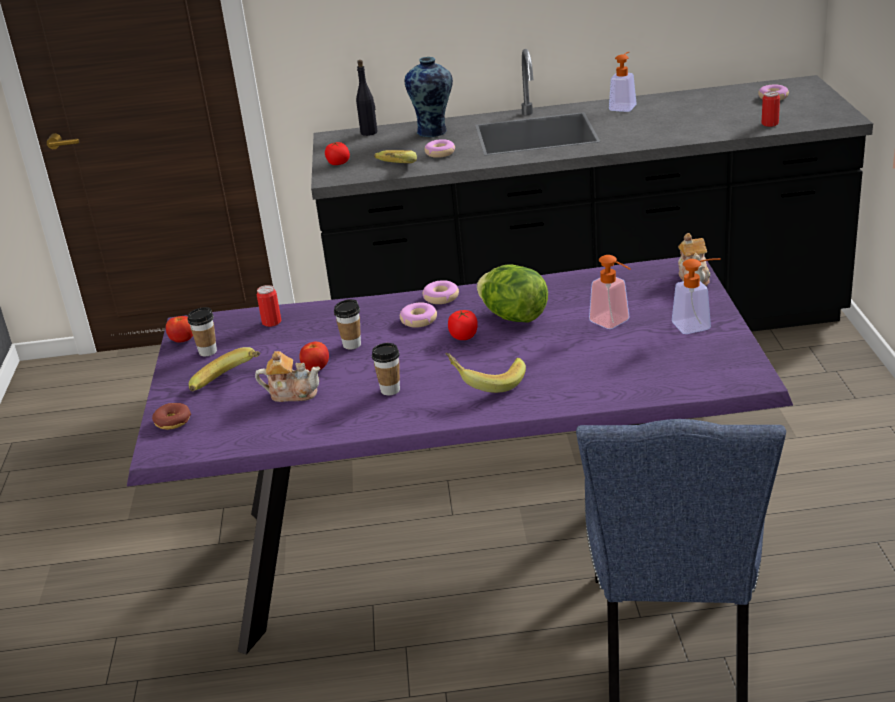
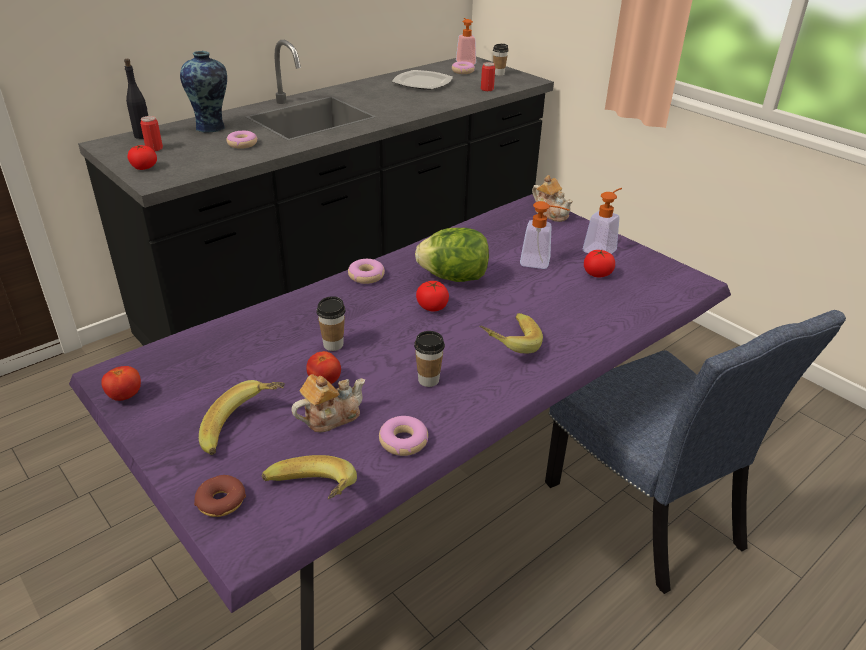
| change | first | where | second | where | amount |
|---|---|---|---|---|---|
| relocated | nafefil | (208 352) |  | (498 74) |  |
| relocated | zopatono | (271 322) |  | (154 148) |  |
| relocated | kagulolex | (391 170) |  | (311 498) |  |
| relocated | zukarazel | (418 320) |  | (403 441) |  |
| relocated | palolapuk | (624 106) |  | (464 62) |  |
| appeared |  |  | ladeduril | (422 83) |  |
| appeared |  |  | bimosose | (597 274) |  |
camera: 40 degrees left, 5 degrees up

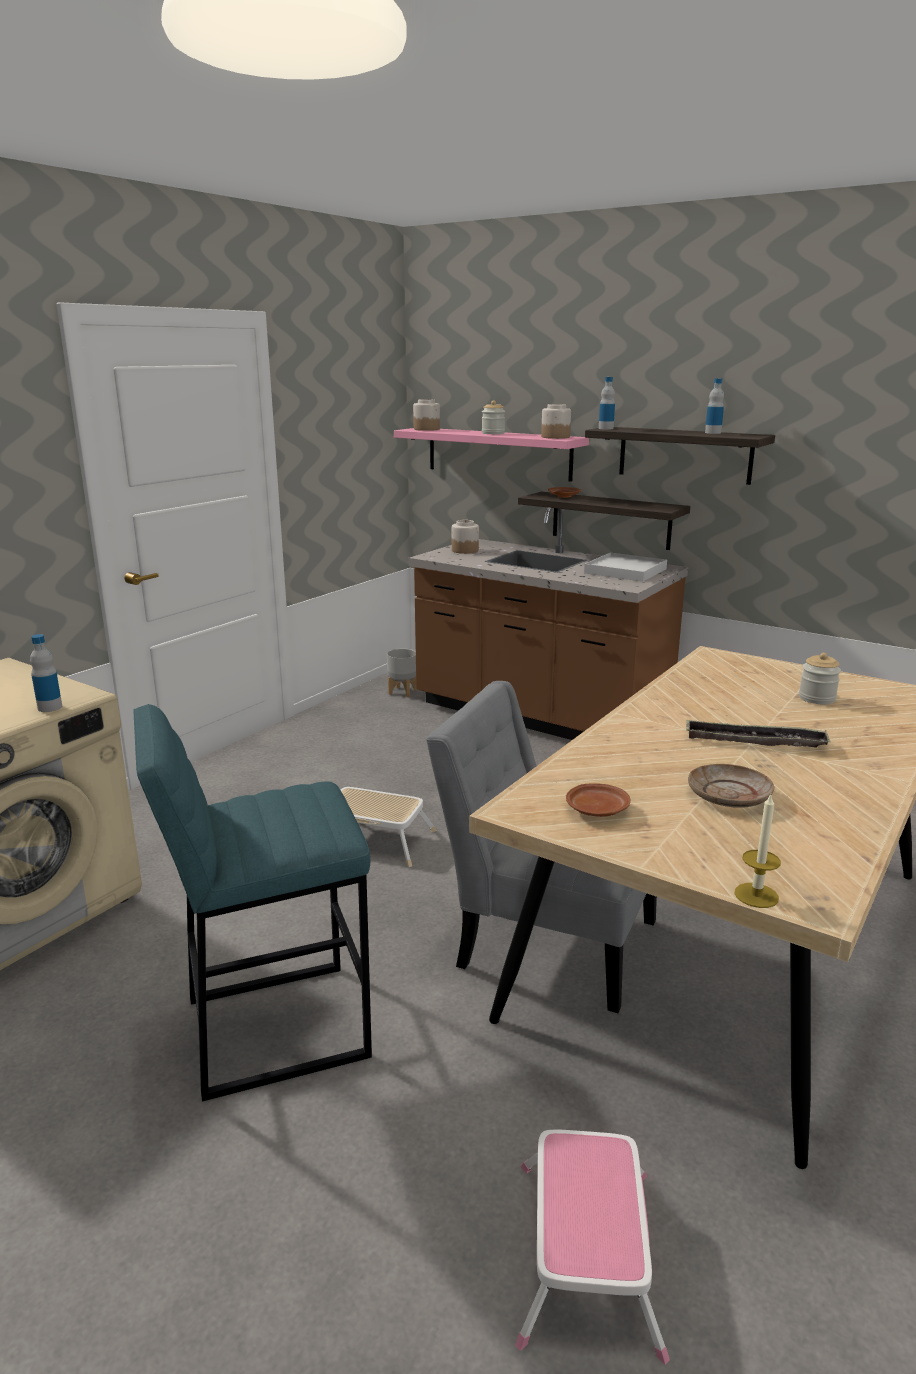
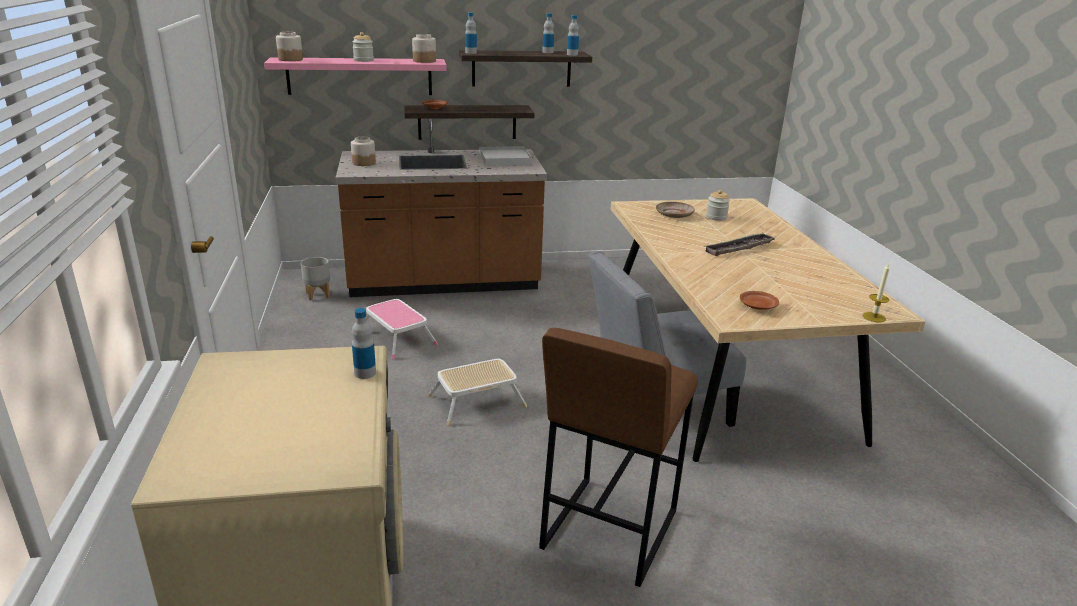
| change | first | where | second | where | amount |
|---|---|---|---|---|---|
| colour | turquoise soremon | (271 1029) | brown soremon | (608 531) |  |
| relocated | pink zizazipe | (588 1253) |  | (397 337) |  |
| relocated | beige ladeduril | (729 796) |  | (674 214) |  |
| appeared |  |  | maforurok | (572 54) |  |
camera: 45 degrees left, 5 degrees up

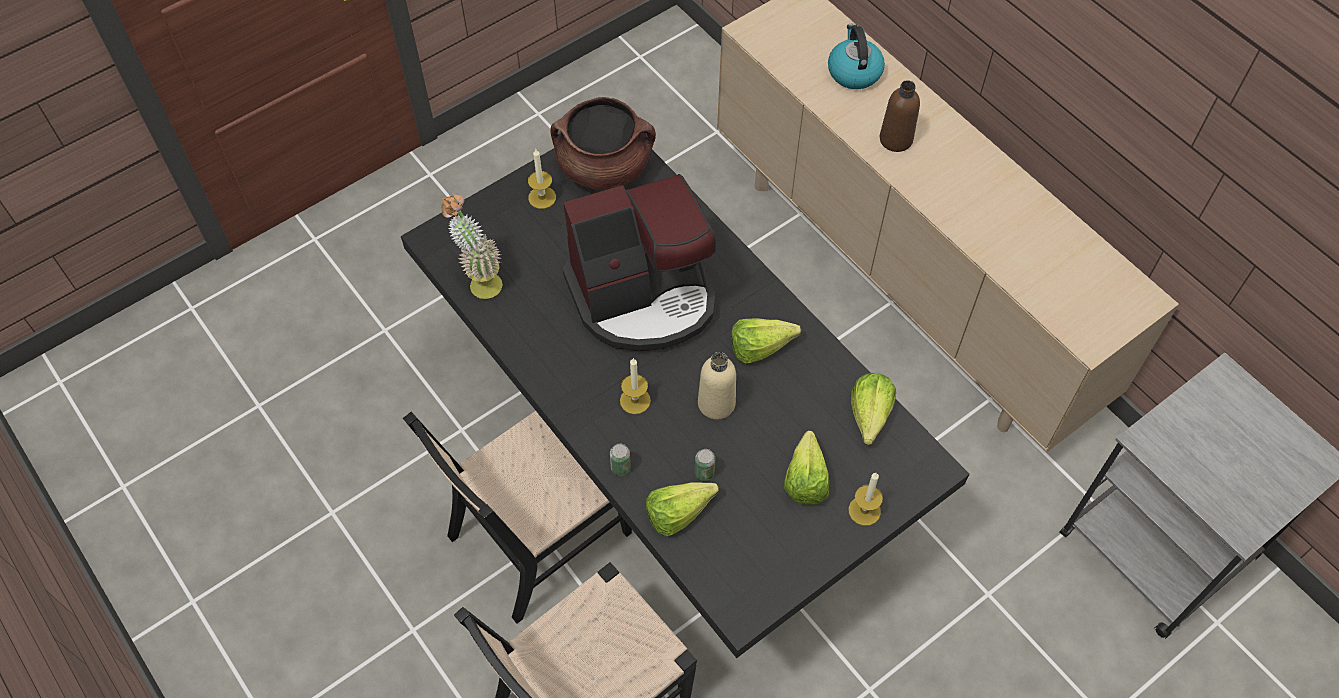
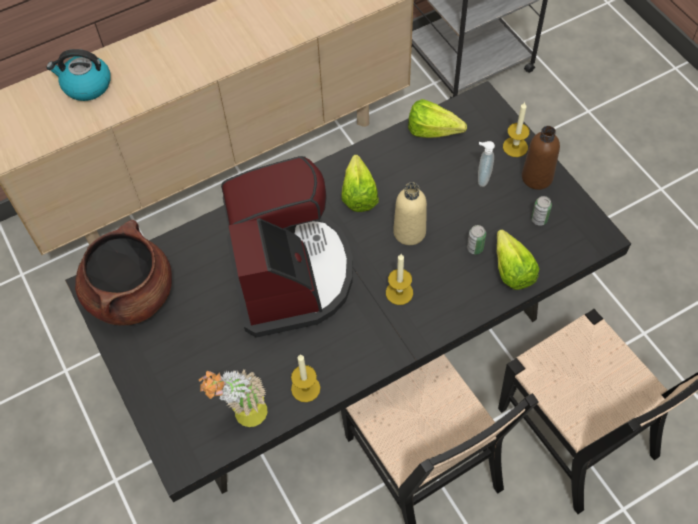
| change | first | where | second | where | amount |
|---|---|---|---|---|---|
| relocated | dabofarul | (542 197) |  | (305 388) |  |
| relocated | zopatono | (620 467) |  | (539 219) |  |
| exchanged | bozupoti | (807 475) | palolapuk | (482 178) |  |
| relocated | brown maforurok | (896 139) |  | (537 177) |  |
camera: 80 degrees left, 0 degrees up

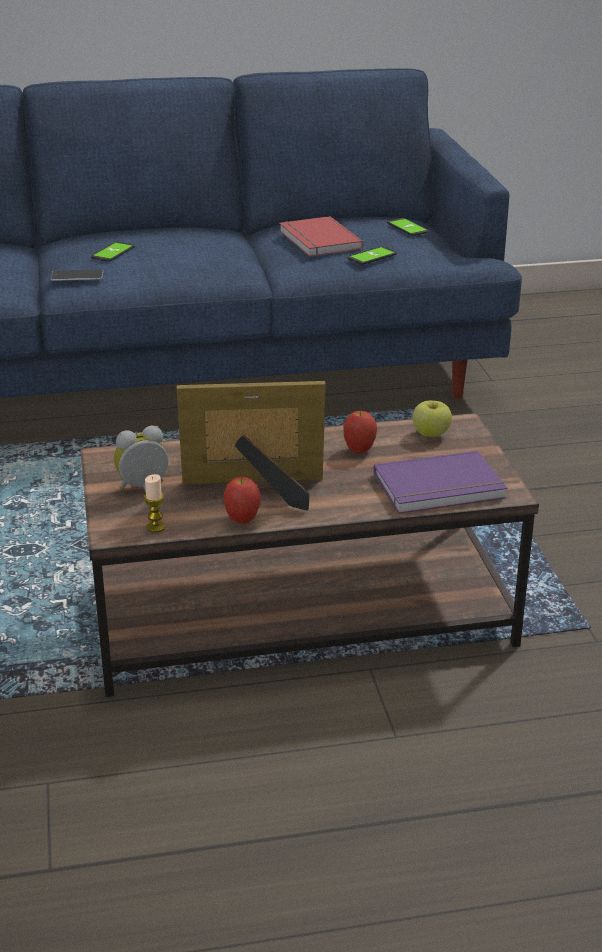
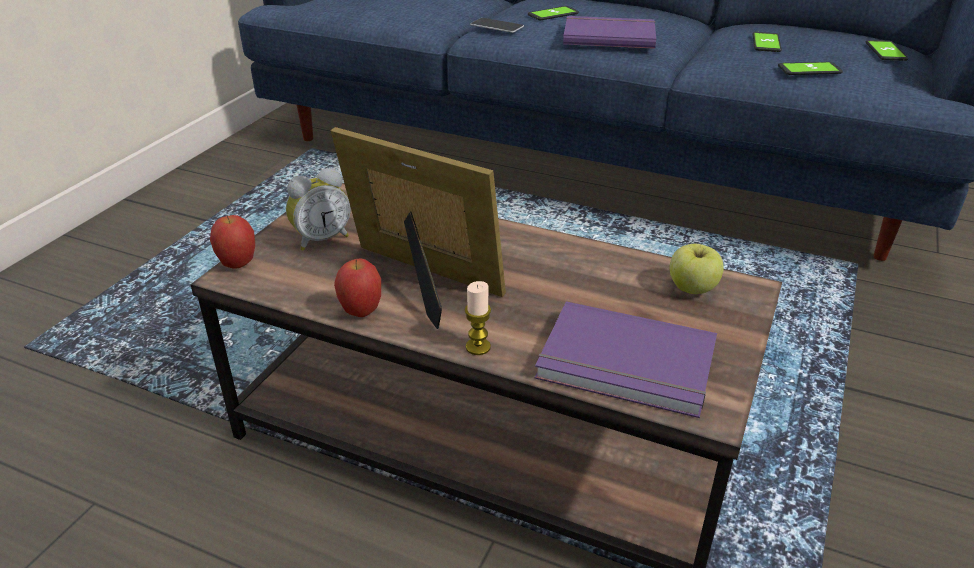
| change | first | where | second | where | amount |
|---|---|---|---|---|---|
| spun | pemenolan | (144 489) |  | (321 239) | 135 degrees clockwise |
| relocated | dabofarul | (156 527) |  | (478 347) |  |
| exchanged | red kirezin | (317 240) | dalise | (766 43) |  |
| relocated | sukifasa | (359 450) |  | (238 264) |  |
| appeared |  |  | purple kirezin | (608 35) |  |
camera: 35 degrees right, 5 degrees up

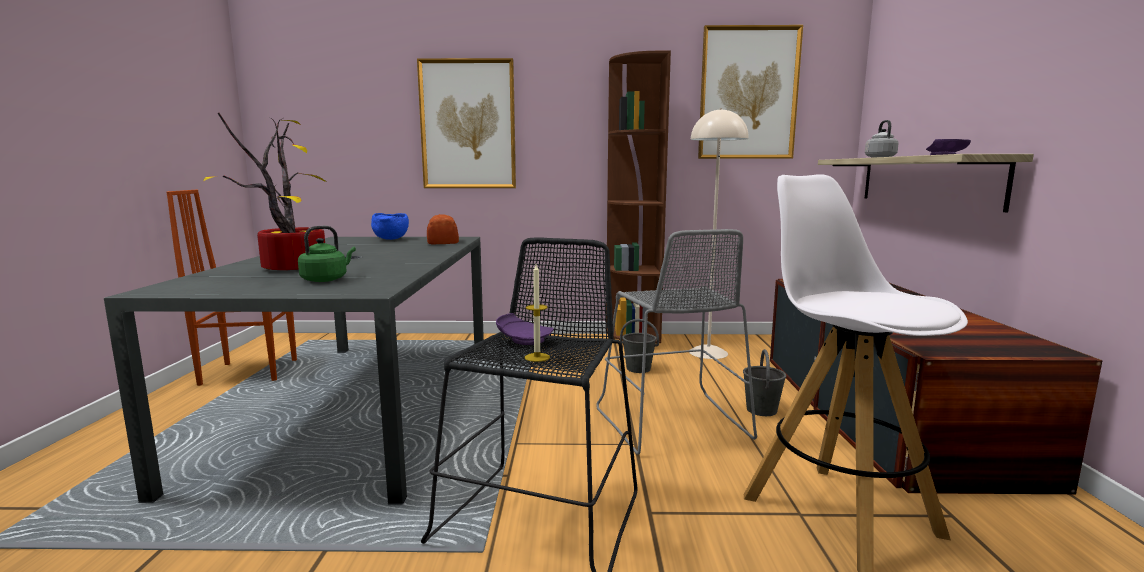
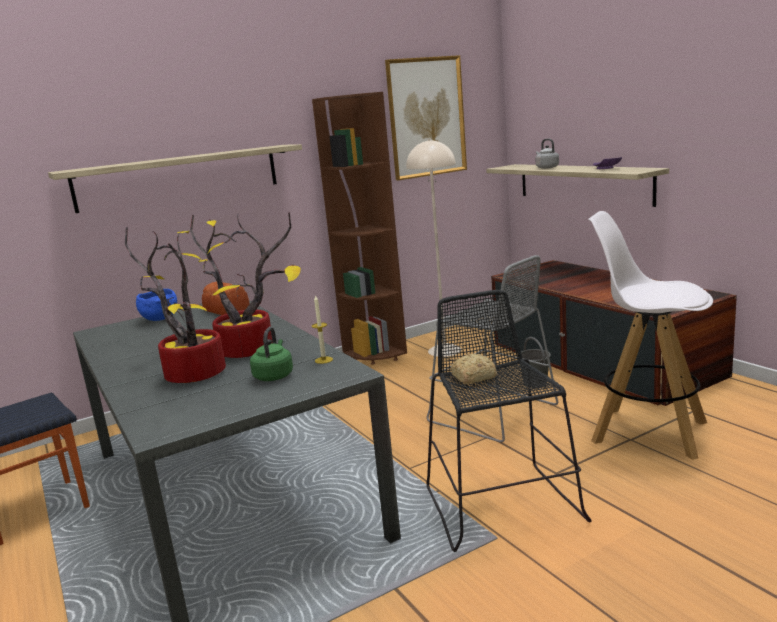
| change | first | where | second | where | amount |
|---|---|---|---|---|---|
| exchanged | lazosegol | (468 125) | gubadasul | (179 177) |  |
| exchanged | purple ladeduril | (524 340) | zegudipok | (472 377) |  |
| relocated | dabofarul | (537 357) |  | (324 360) |  |
| missing | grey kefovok | (639 369) |  |  |  |
| appeared |  |  | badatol | (251 350) |  |
camera: 30 degrees left, 5 degrees up

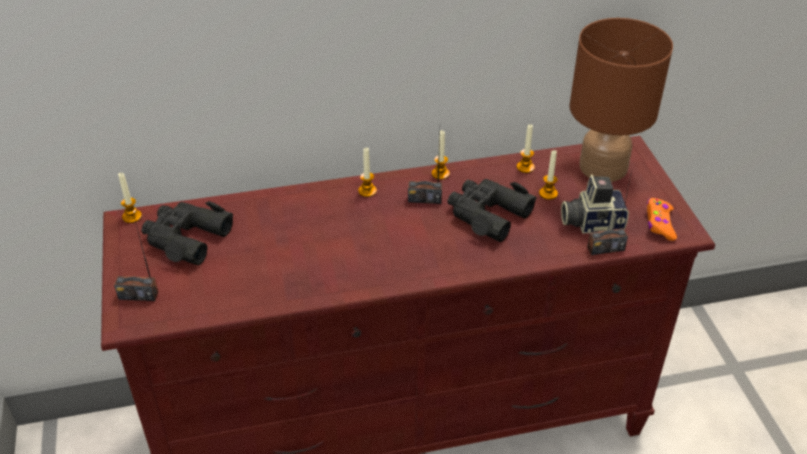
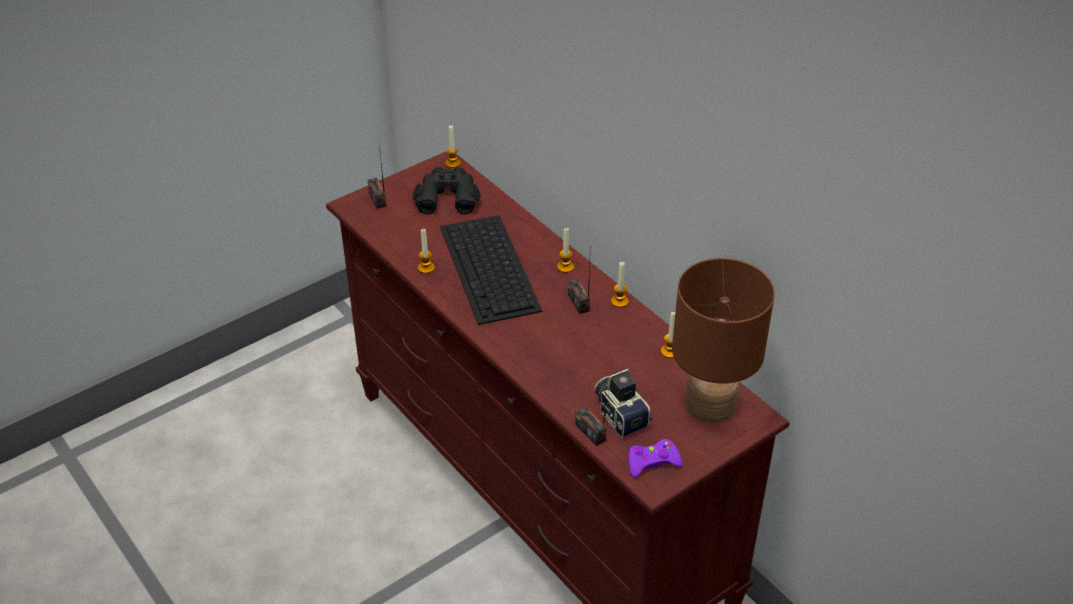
| change | first | where | second | where | amount |
|---|---|---|---|---|---|
| missing | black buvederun | (487 214) |  |  |  |
| relocated | dabofarul | (548 193) |  | (426 268) |  |
| colour | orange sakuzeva | (659 223) | purple sakuzeva | (652 462) |  |
| appeared |  |  | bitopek | (490 269) |  |
camera: 65 degrees right, 0 degrees up

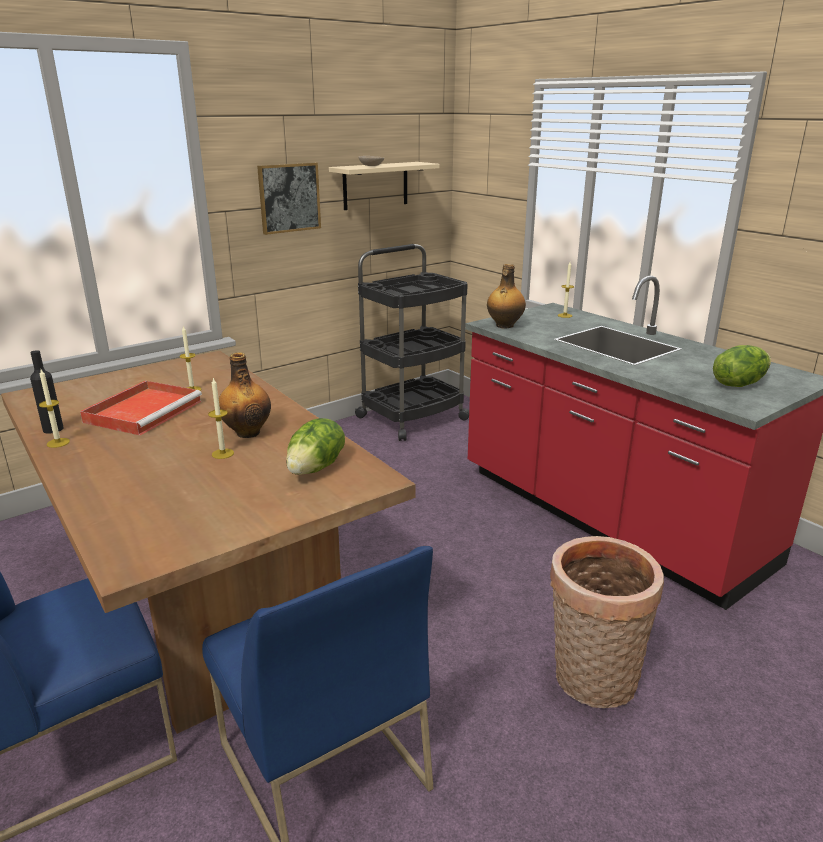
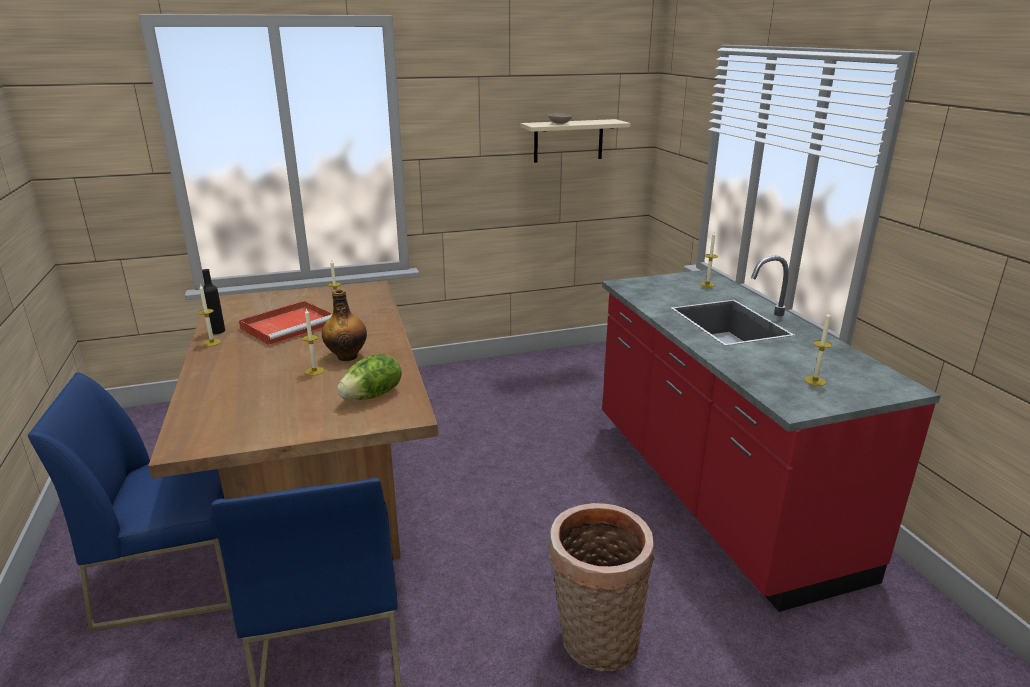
| change | first | where | second | where | amount |
|---|---|---|---|---|---|
| missing | lazosegol | (289 198) |  |  |  |
| missing | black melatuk | (413 418) |  |  |  |
| missing | maforurok | (504 326) |  |  |  |
| exchanged | bozupoti | (738 383) | dabofarul | (815 381) |  |
camera: 20 degrees right, 0 degrees up

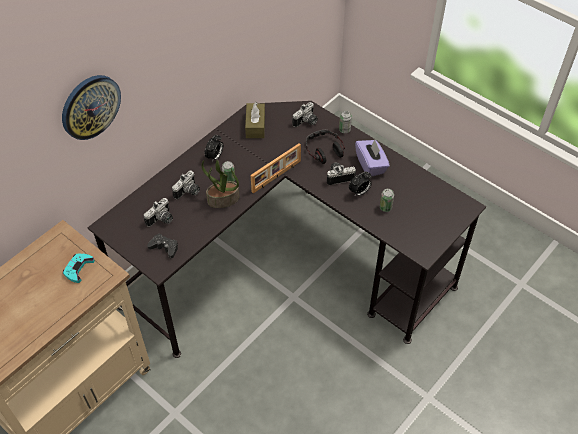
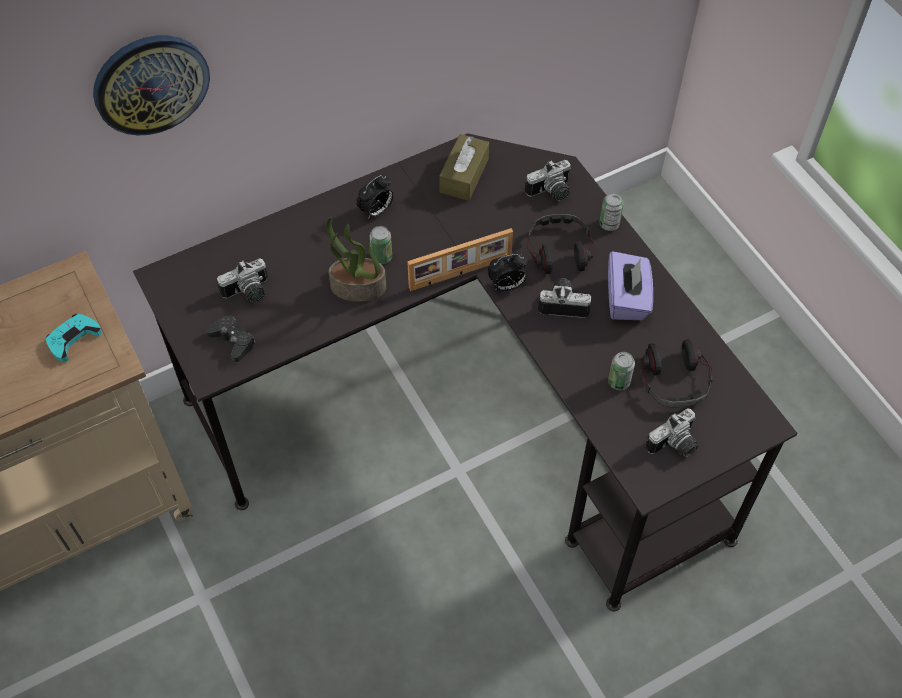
| change | first | where | second | where | amount |
|---|---|---|---|---|---|
| relocated | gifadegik | (189 192) |  | (675 446) |  |
| relocated | pemenolan | (359 192) |  | (506 286) |  |
| appeared |  |  | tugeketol | (675 380) |  |
camera: 20 degrees right, 5 degrees up

